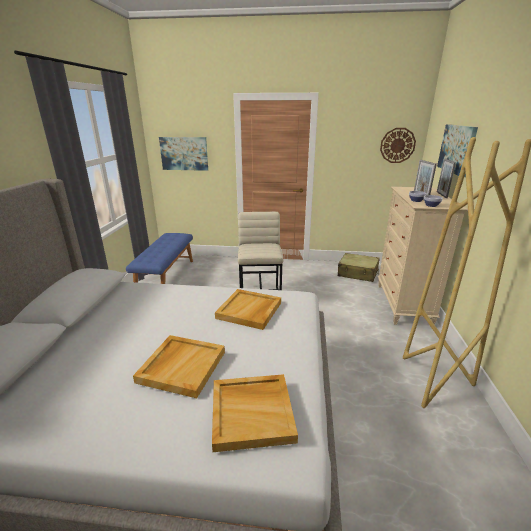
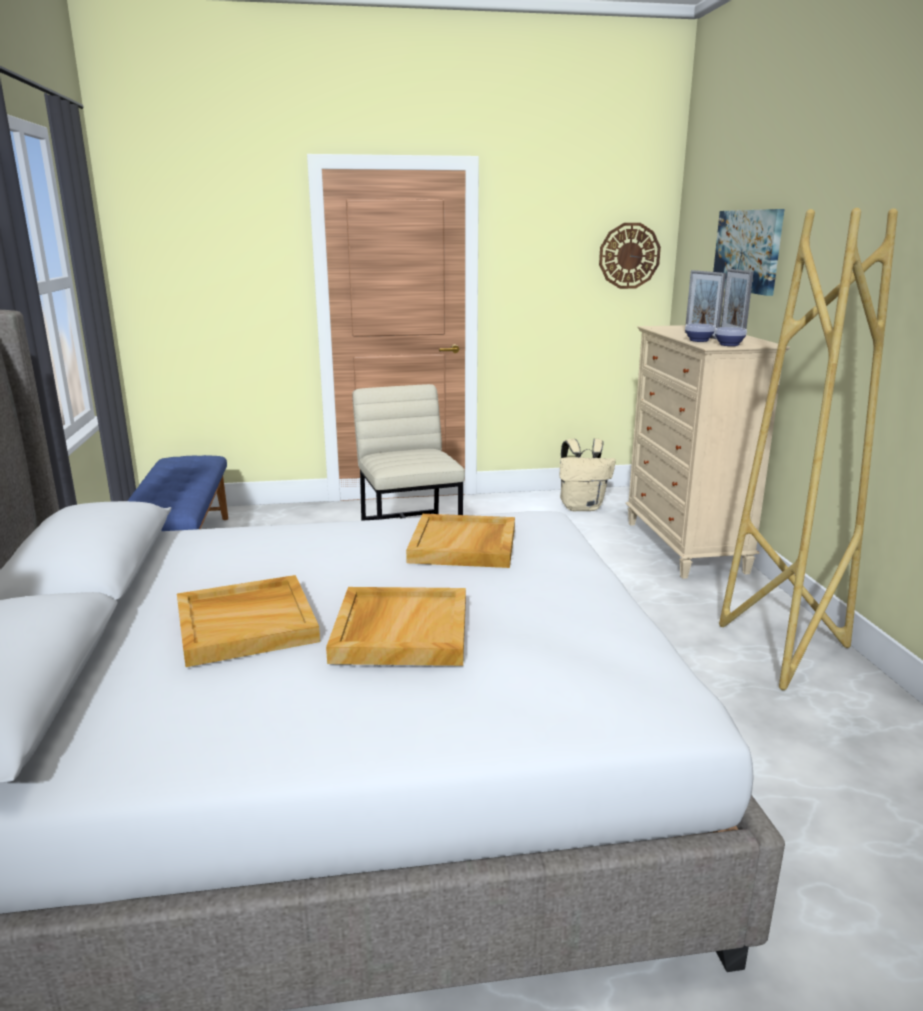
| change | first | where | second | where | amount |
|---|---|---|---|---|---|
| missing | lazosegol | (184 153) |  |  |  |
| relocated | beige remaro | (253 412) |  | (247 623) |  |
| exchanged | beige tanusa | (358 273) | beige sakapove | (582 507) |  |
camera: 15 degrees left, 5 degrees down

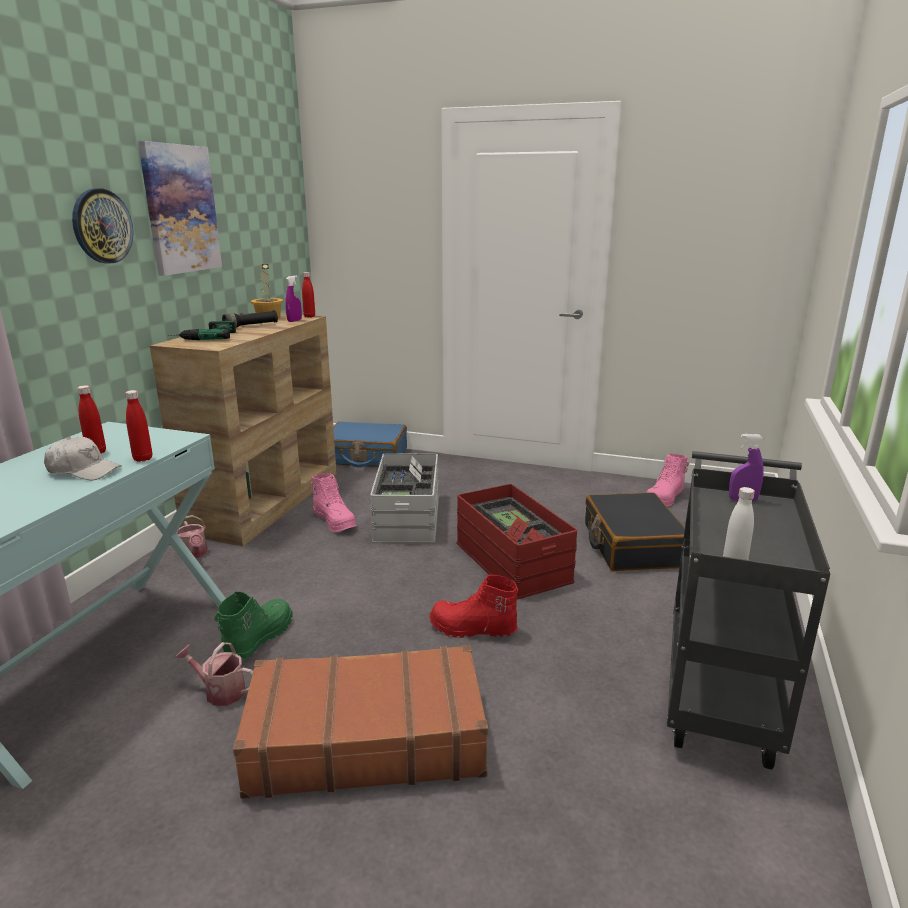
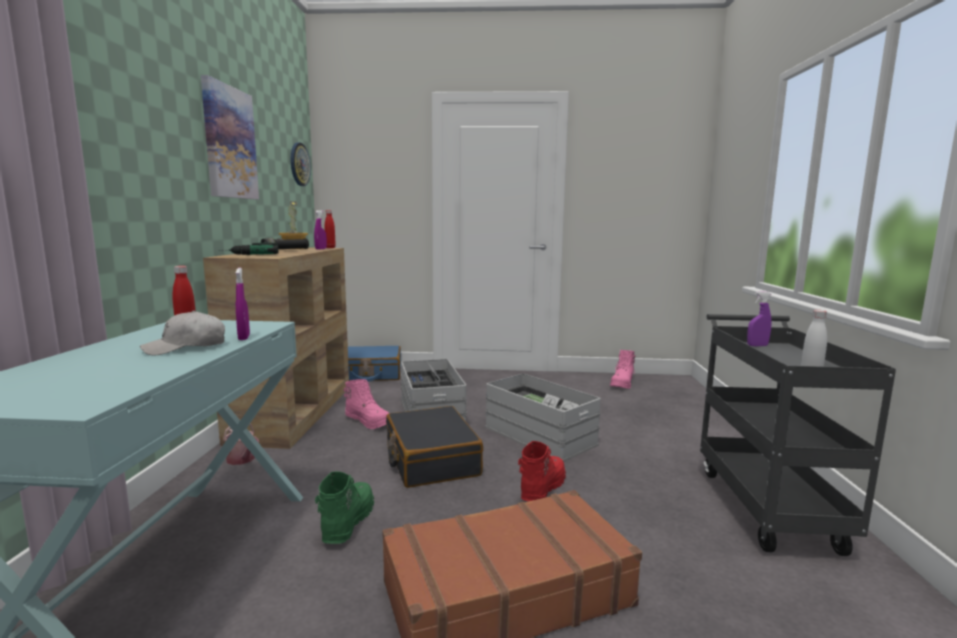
| change | first | where | second | where | amount |
|---|---|---|---|---|---|
| spun | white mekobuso | (83 470) |  | (186 347) | 150 degrees clockwise |
| relocated | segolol | (102 226) |  | (299 164) |  |
| exchanged | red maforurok | (143 459) | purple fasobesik | (244 337) |  |
| missing | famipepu | (220 691) |  |  |  |
| spun | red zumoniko | (472 629) |  | (541 488) | 120 degrees clockwise |
| colour | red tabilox | (513 561) | grey tabilox | (540 435) |  |
| relocated | black tanusa | (631 545) |  | (431 459) |  |
camera: 15 degrees left, 10 degrees down

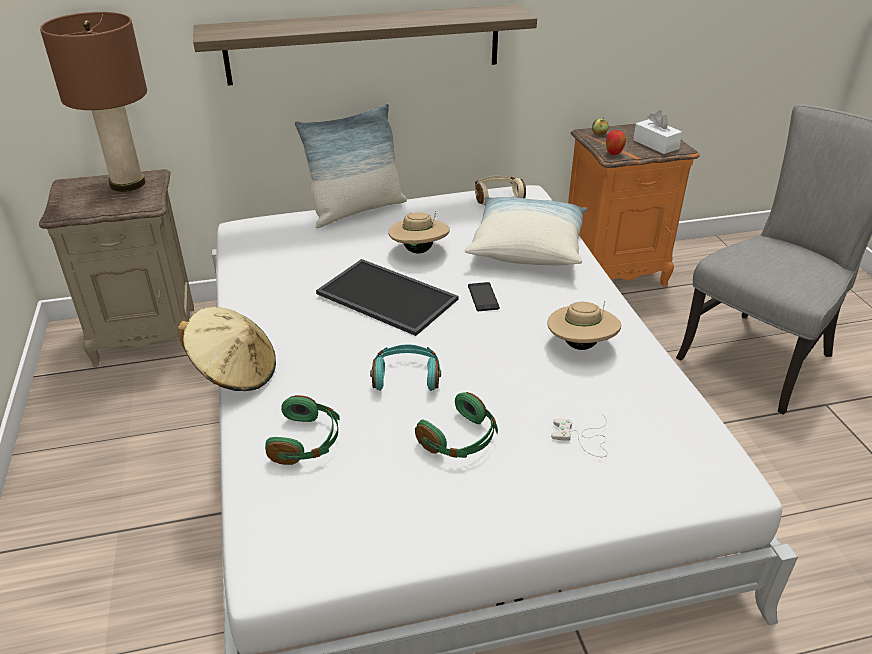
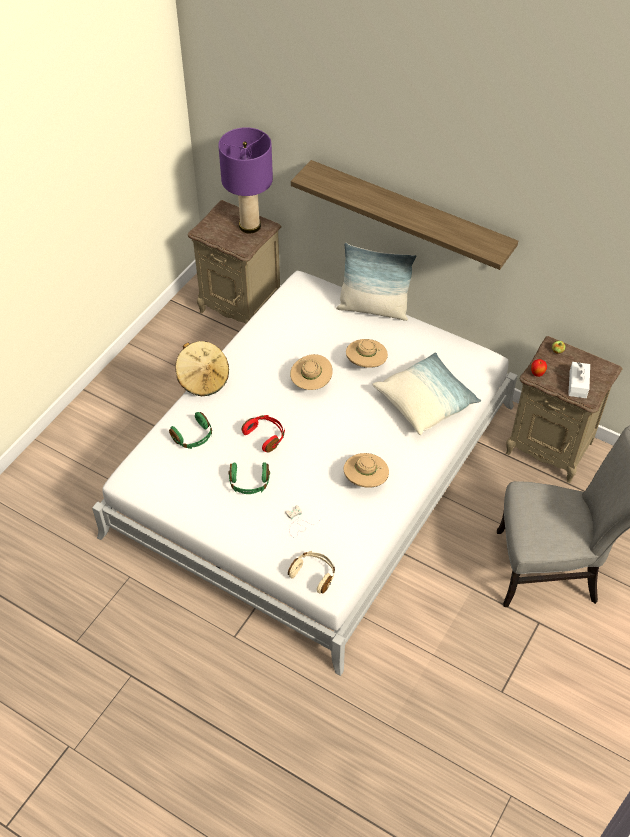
| change | first | where | second | where | amount |
|---|---|---|---|---|---|
| colour | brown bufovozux | (128 183) | purple bufovozux | (250 226) |  |
| exchanged | remaro | (384 297) | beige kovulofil | (311 383) |  |
| colour | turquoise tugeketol | (406 376) | red tugeketol | (265 436) |  |
| missing | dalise | (483 297) |  |  |  |
| relocated | beige tugeketol | (497 196) |  | (314 574) |  |
| colour | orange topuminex | (614 273) | beige topuminex | (549 449) |  |
camera: 45 degrees right, 15 degrees up

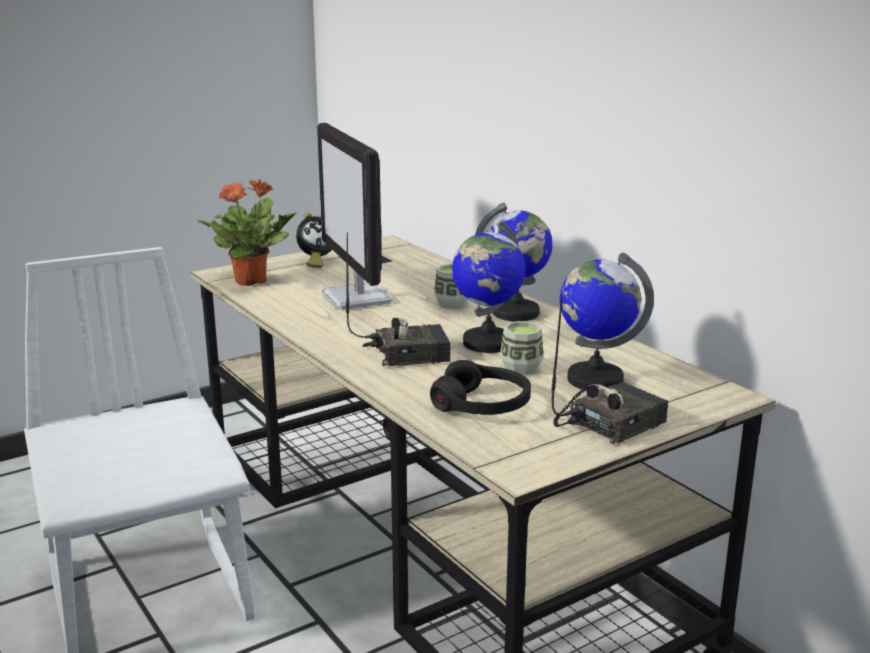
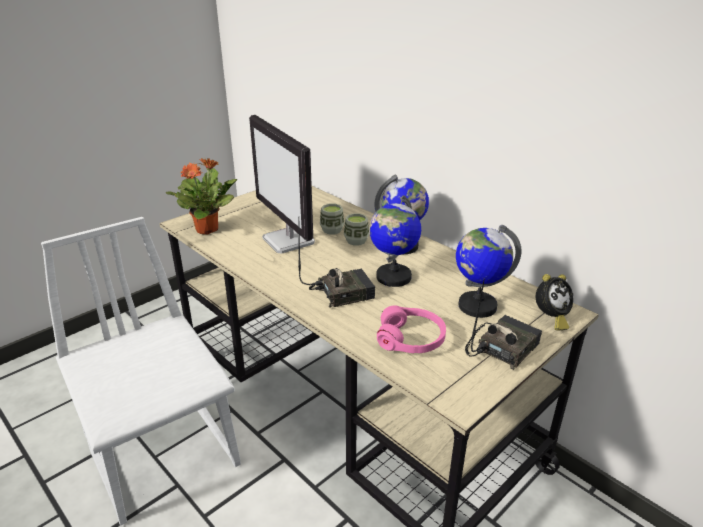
| change | first | where | second | where | amount |
|---|---|---|---|---|---|
| relocated | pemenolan | (316 262) |  | (550 319) |  |
| colour | black tugeketol | (482 405) | pink tugeketol | (411 339) |  |
| relocated | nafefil | (521 368) |  | (332 230) |  |
camera: 10 degrees left, 10 degrees up

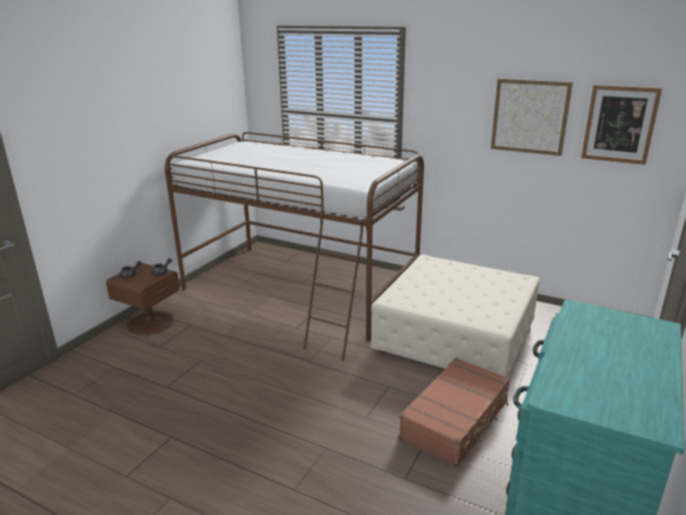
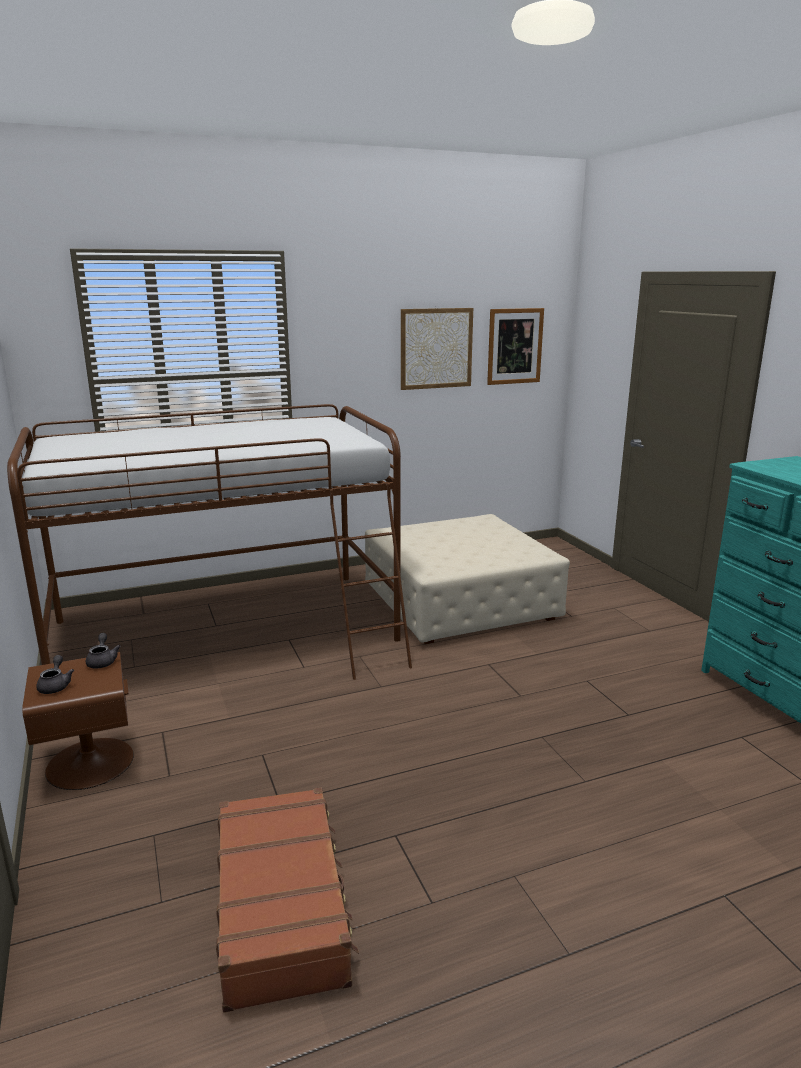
| change | first | where | second | where | amount |
|---|---|---|---|---|---|
| relocated | brown tanusa | (456 420) |  | (282 906) |  |
camera: 50 degrees left, 5 degrees down

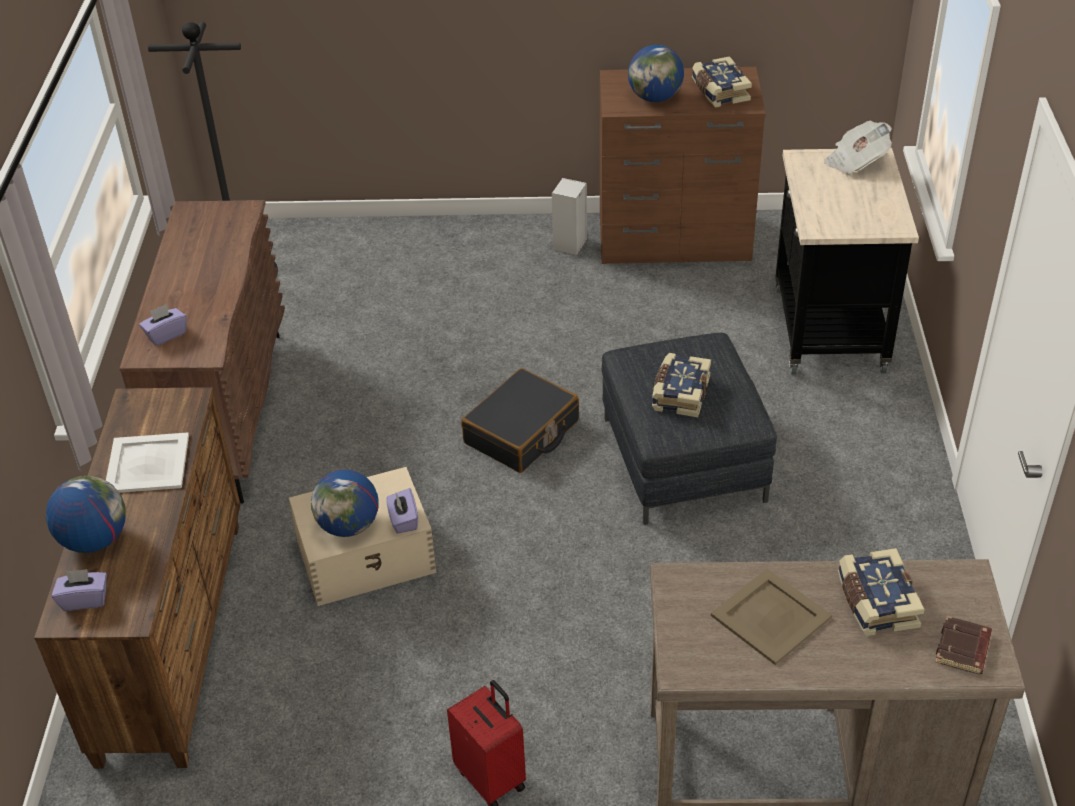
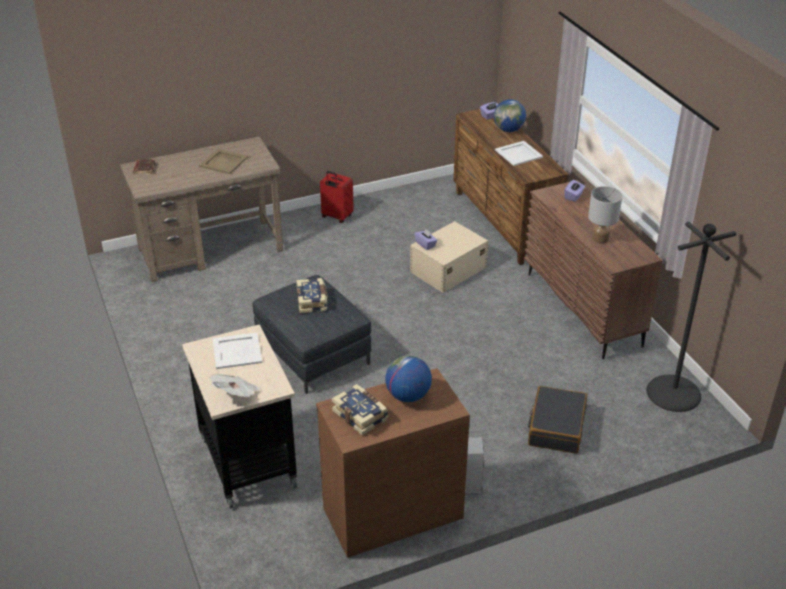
| change | first | where | second | where | amount |
|---|---|---|---|---|---|
| missing | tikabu | (349 526) |  |  |  |
| relocated | black tanusa | (522 433) |  | (556 427) |  |
| missing | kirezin | (875 602) |  |  |  |
| appeared |  |  | white remaro | (236 351) |  |
| appeared |  |  | grey bufovozux | (600 238) |  |
camera: 155 degrees right, 5 degrees down

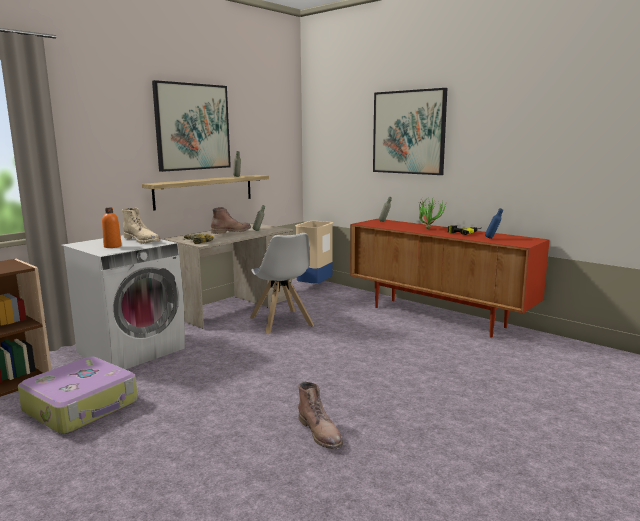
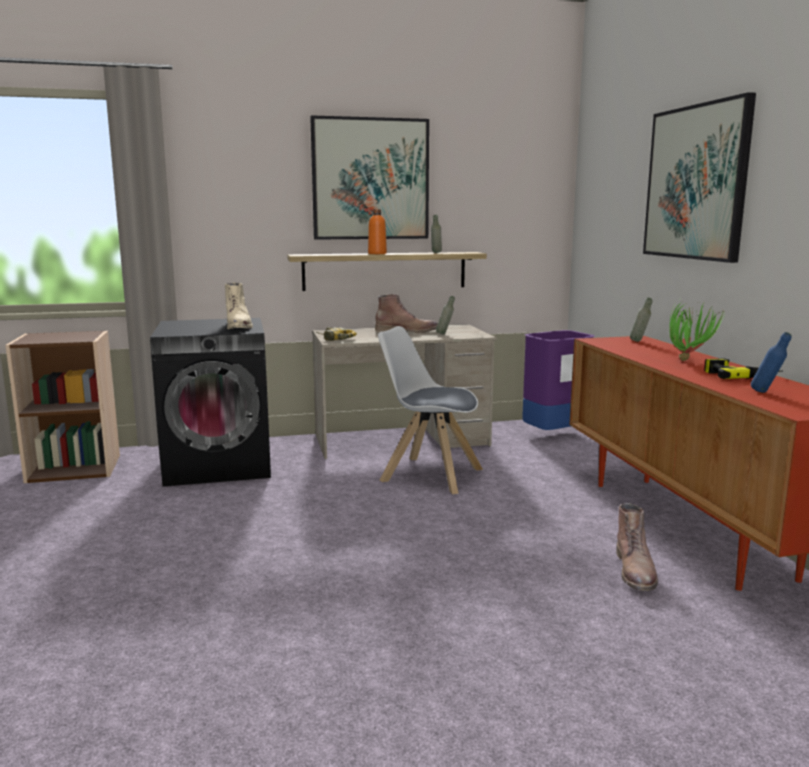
| change | first | where | second | where | amount |
|---|---|---|---|---|---|
| missing | tanusa | (82 406) |  |  |  |
| colour | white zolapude | (131 349) | black zolapude | (220 464) |  |
| relocated | orange maforurok | (112 246) |  | (377 253) |  |
| spun | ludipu | (281 322) |  | (429 474) | 105 degrees clockwise |
| colour | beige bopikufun | (315 286) | purple bopikufun | (554 435) |  |
| relocated | brown zumoniko | (321 433) |  | (636 571) |  |
camera: 35 degrees right, 0 degrees up

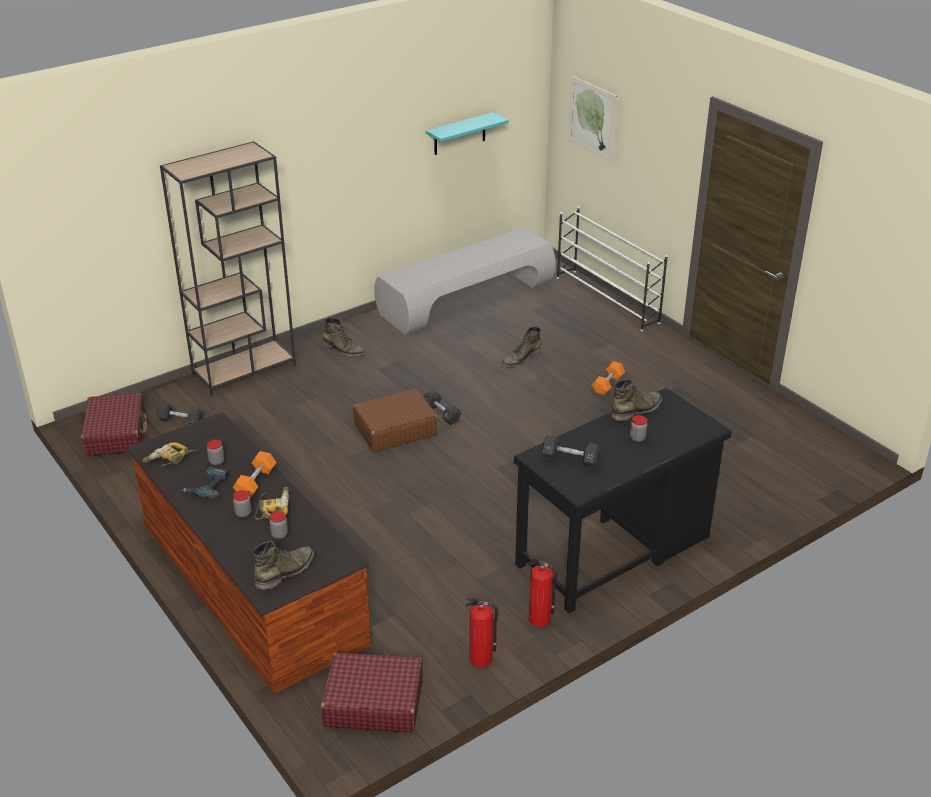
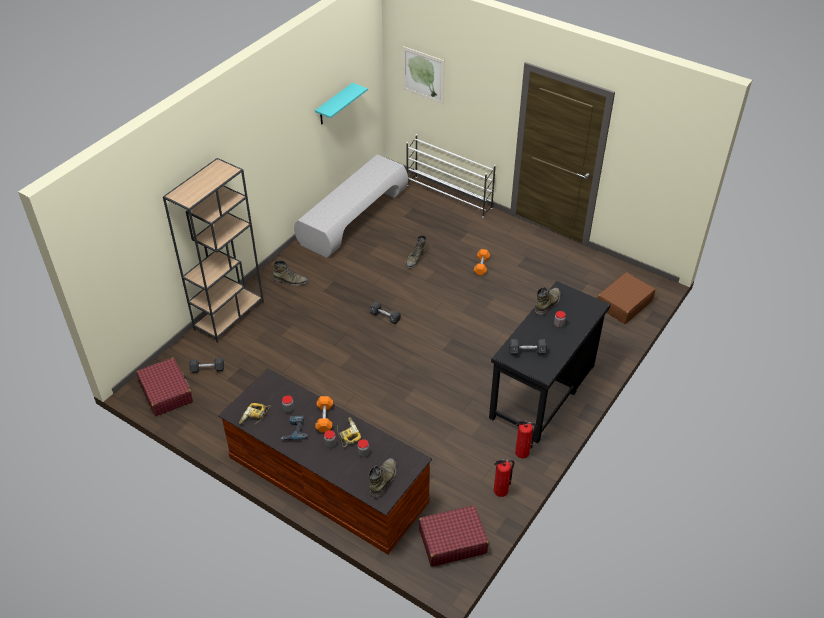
| change | first | where | second | where | amount |
|---|---|---|---|---|---|
| relocated | brown tanusa | (395 430) |  | (624 304) |  |
camera: 20 degrees left, 10 degrees up

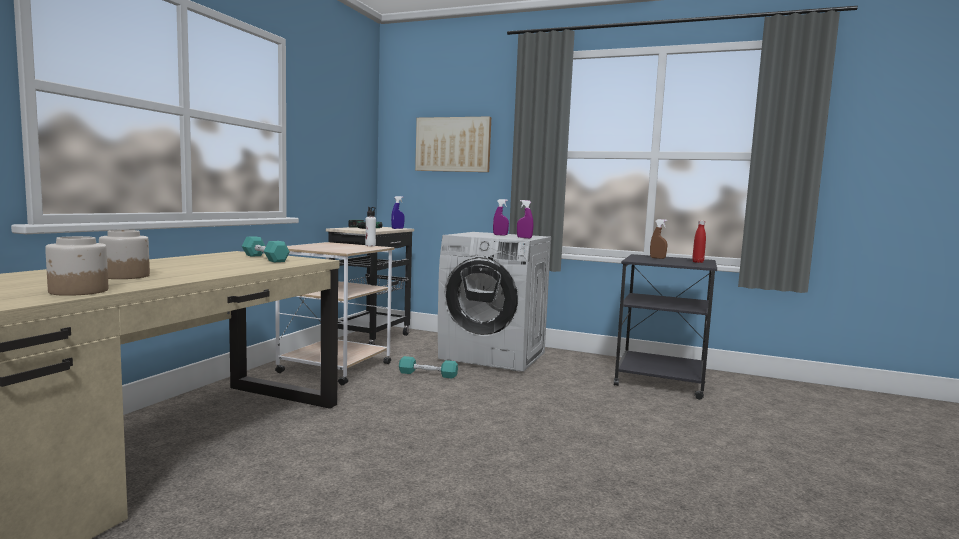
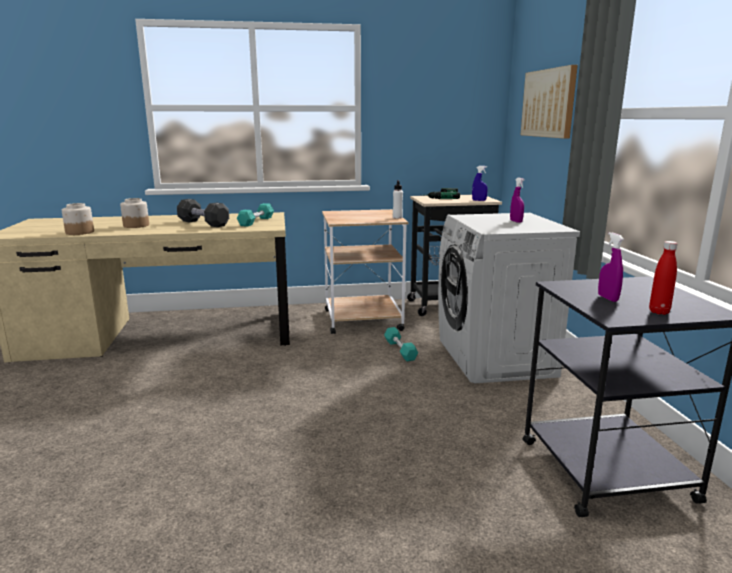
| change | first | where | second | where | amount |
|---|---|---|---|---|---|
| relocated | purple fasobesik | (524 238) |  | (607 298) |  |
| missing | brown fasobesik | (657 258) |  |  |  |
| appeared |  |  | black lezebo | (203 223) |  |
camera: 60 degrees right, 10 degrees up

